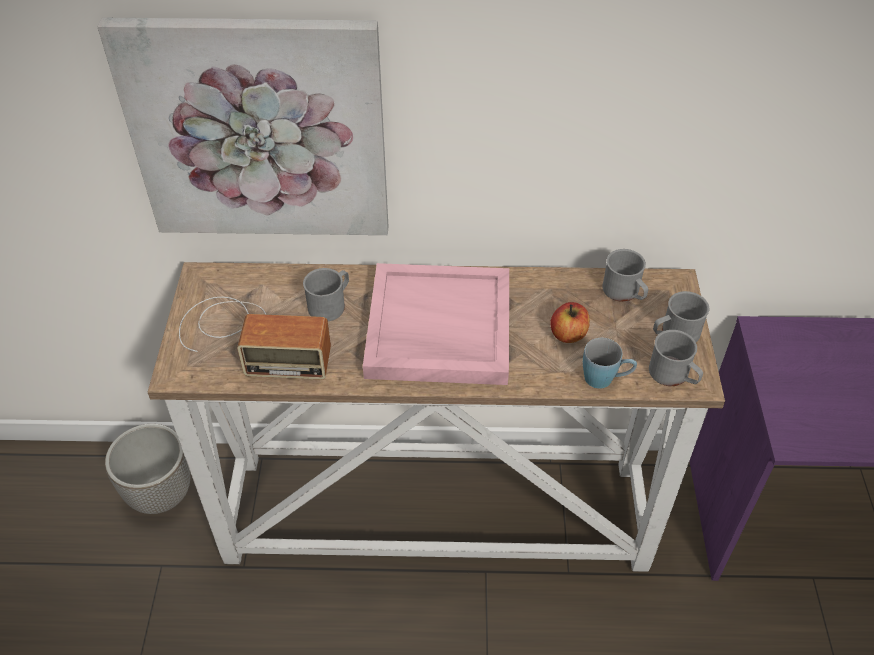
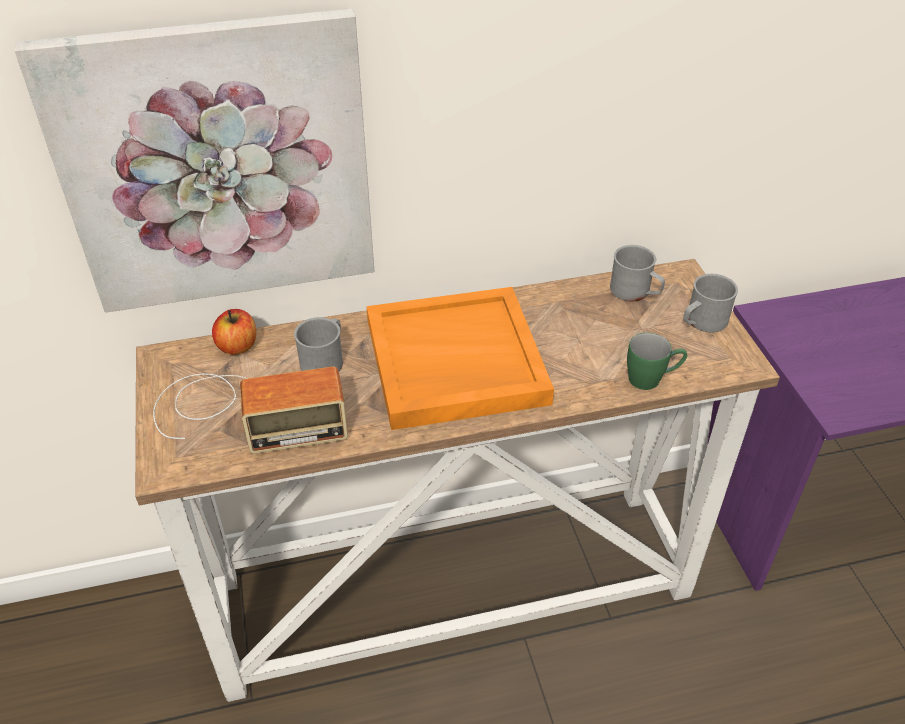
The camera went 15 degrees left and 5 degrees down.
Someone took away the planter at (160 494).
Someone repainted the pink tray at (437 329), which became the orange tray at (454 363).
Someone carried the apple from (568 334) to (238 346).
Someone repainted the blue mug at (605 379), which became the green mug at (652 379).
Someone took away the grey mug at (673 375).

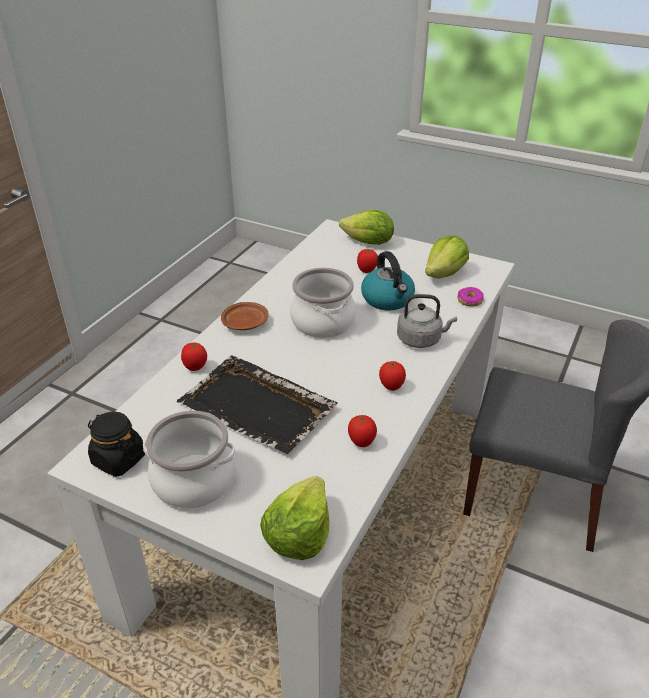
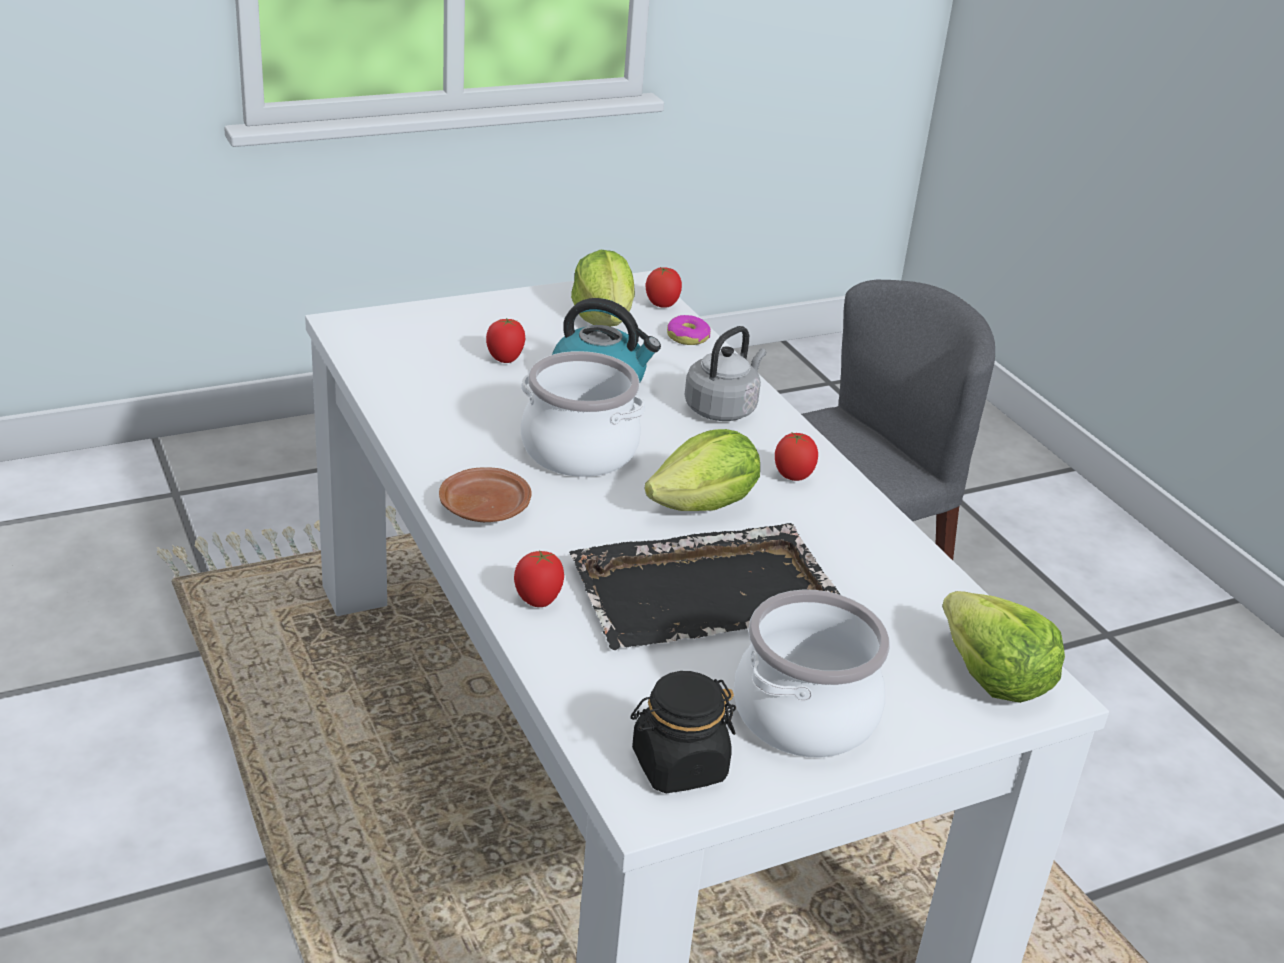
The camera went 55 degrees left and 5 degrees down.
Someone carried the lettuce from (368 243) to (705 506).
Someone carried the tomato from (362 442) to (661 305).

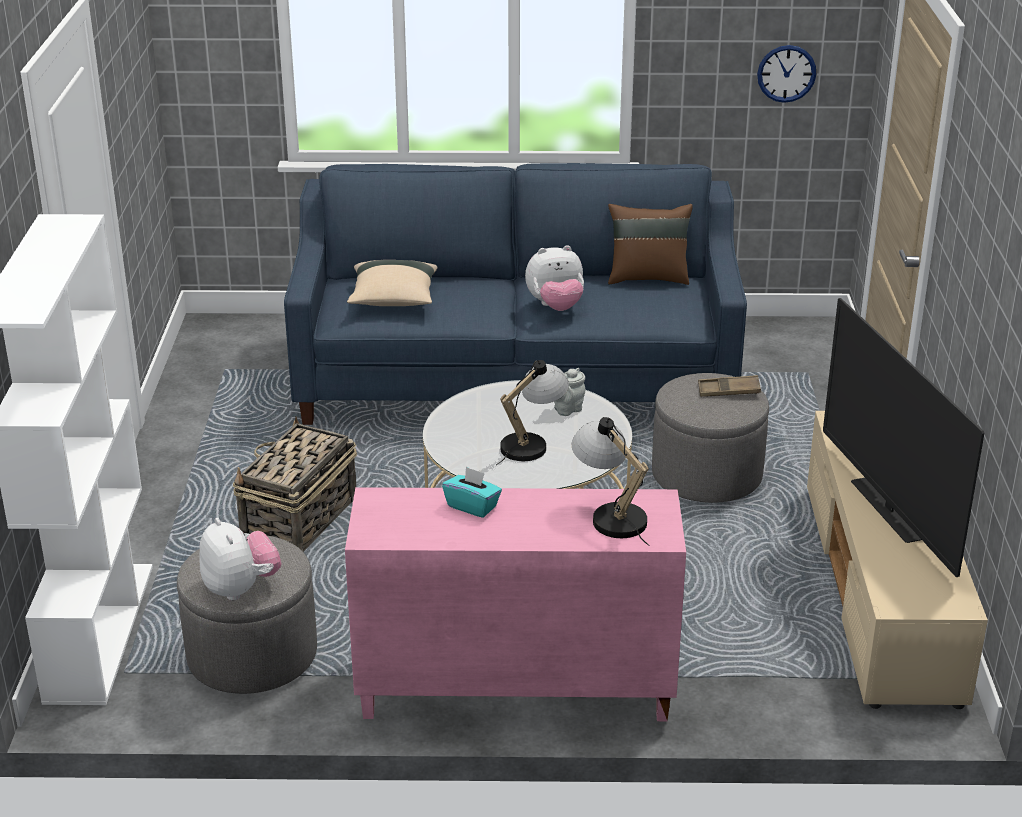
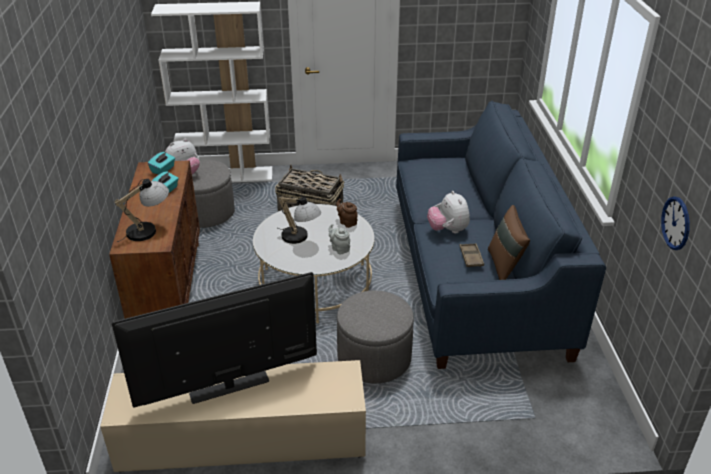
The camera went 85 degrees right and 5 degrees up.
Someone repainted the pink cabinet at (513 691), which became the brown cabinet at (168 288).
Someone took away the beige pillow at (393 300).
Someone carried the brown tray from (728 391) to (471 257).
Someone put down the turquoise tissue box at (163 170).
Someone put down the brown teapot at (347 222).

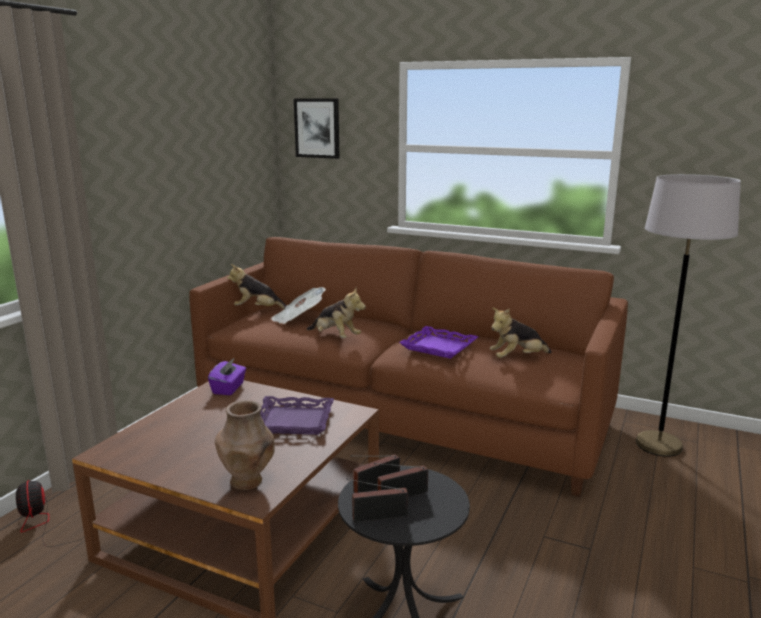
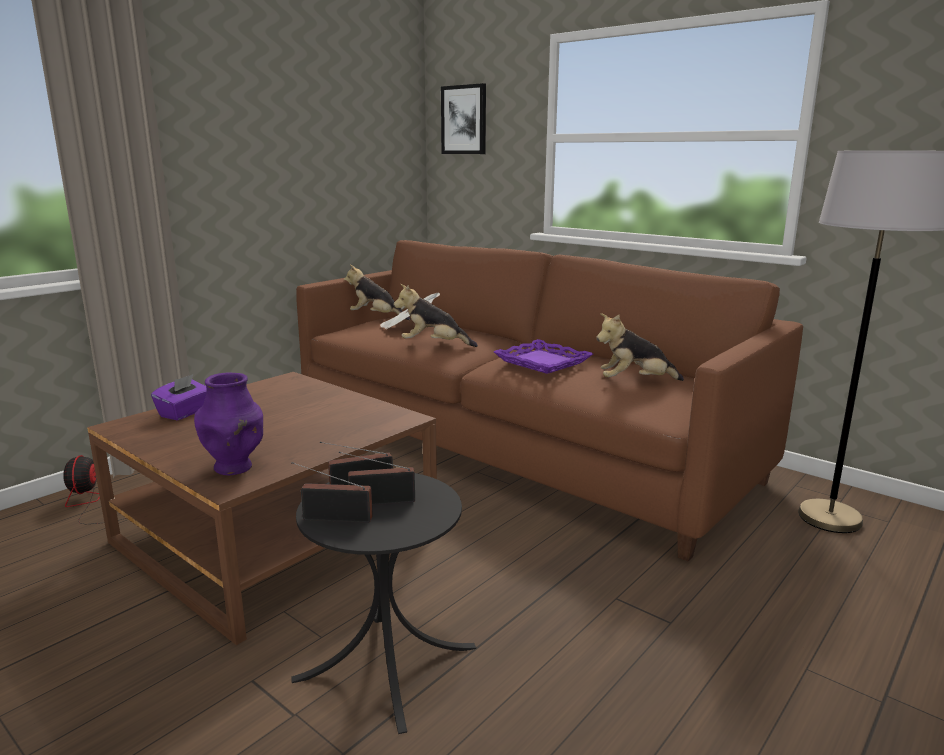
The camera went 15 degrees right and 0 degrees up.
Someone carried the purple tissue box from (229 388) to (185 413).
Someone repainted the brown vase at (247 481), which became the purple vase at (234 467).
Someone took away the purple tray at (293 421).
Someone rotated the plush toy at (335 337) by 135 degrees clockwise.

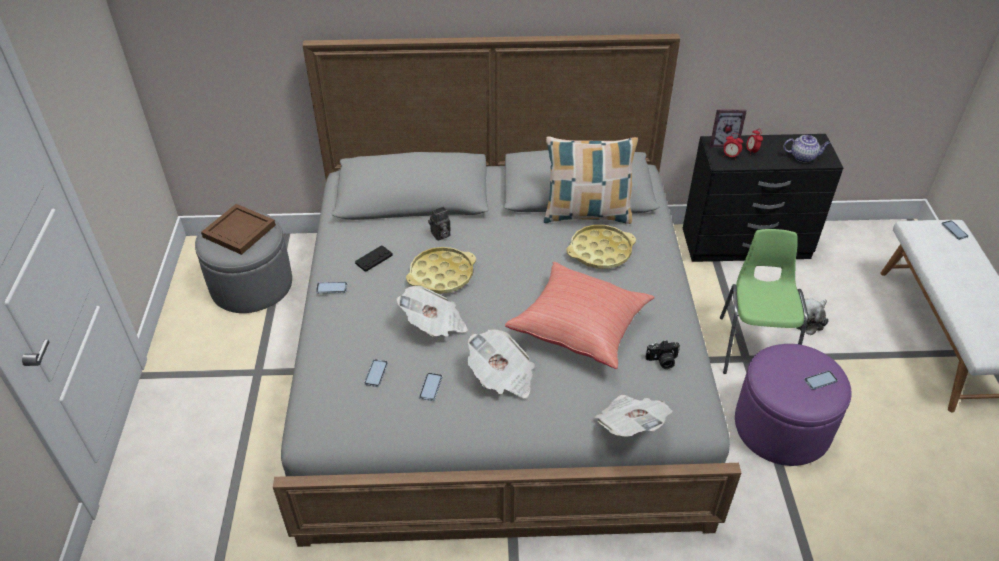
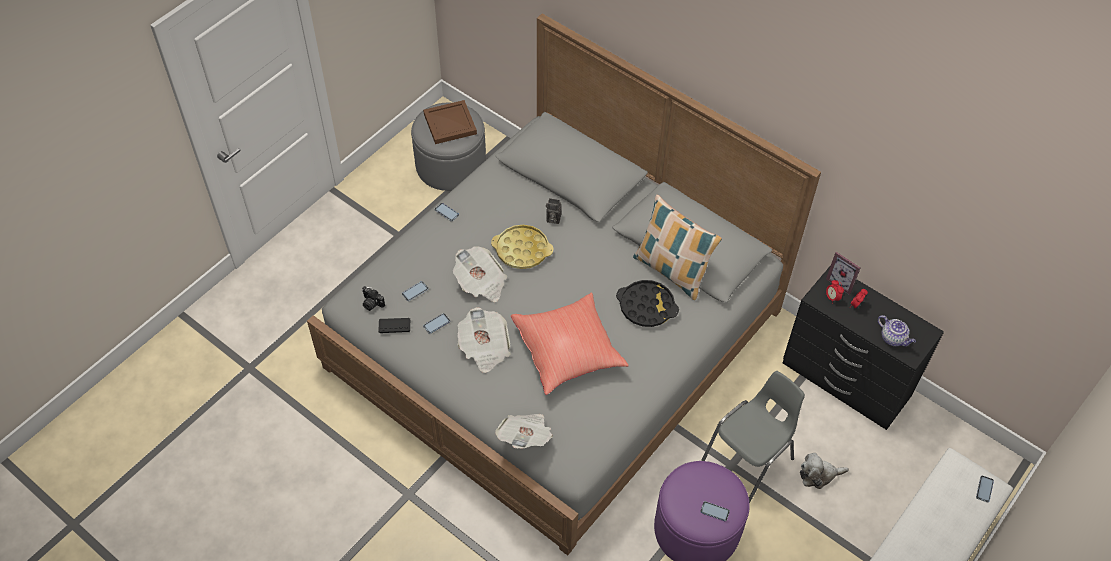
The camera went 40 degrees right and 10 degrees up.
Someone carried the black game controller from (374 259) to (394 326).
Someone repainted the yellow tray at (600 251), which became the black tray at (646 306).
Someone carried the photo camera from (662 361) to (371 303).
Someone repainted the green chair at (754 346), which became the grey chair at (749 461).

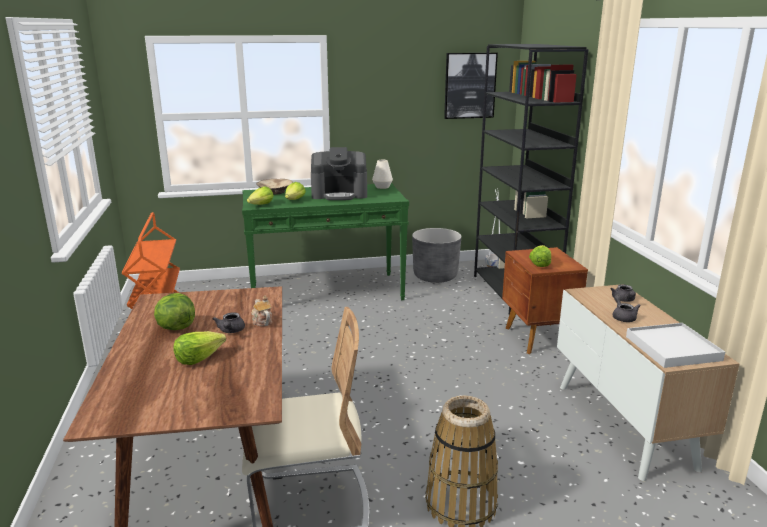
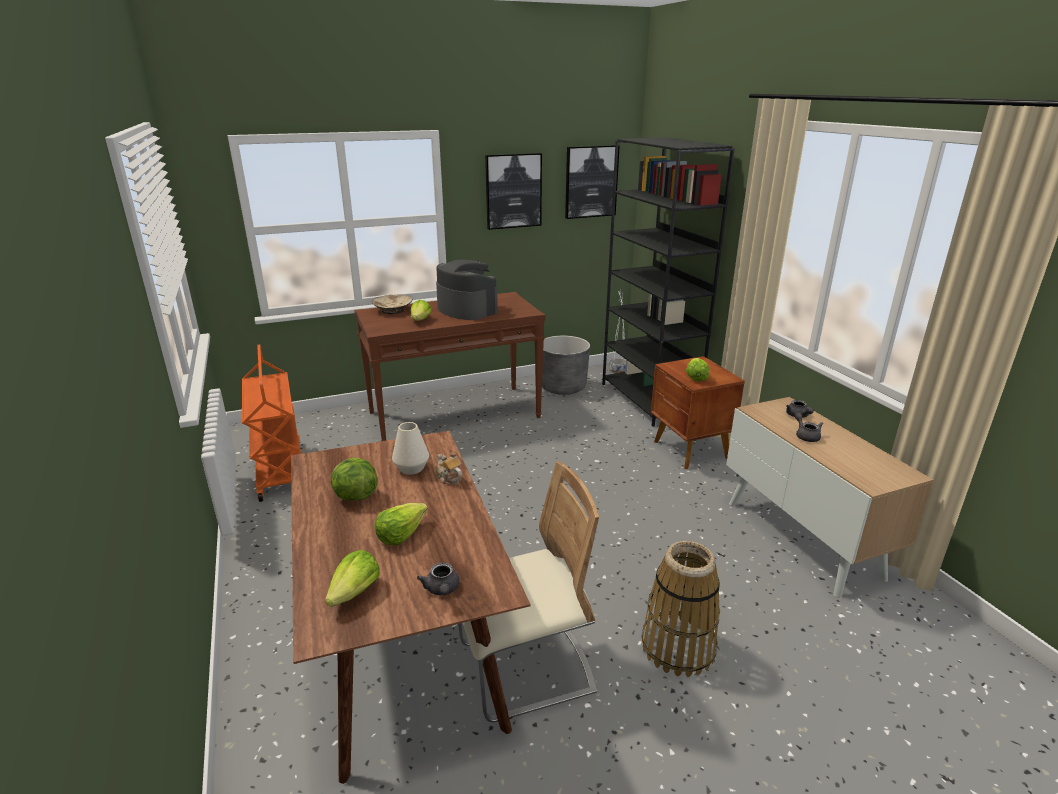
The camera went 10 degrees left and 5 degrees up.
Someone carried the grey teapot from (230 331) to (442 590).
Someone repainted the green console table at (327 292), which became the brown console table at (455 414).
Someone carried the lettuce from (261 205) to (355 592).
Someone rotated the coffee machine at (339 194) by 120 degrees counterclockwise.
Someone carried the white vase from (382 187) to (411 468).
Someone took away the white tray at (672 348).
Someone put up the picture at (513 191).

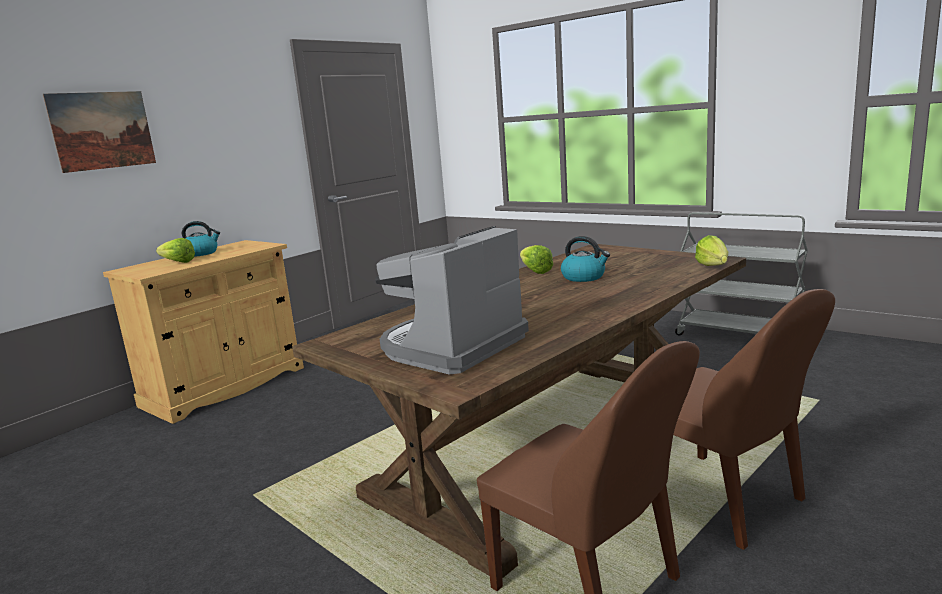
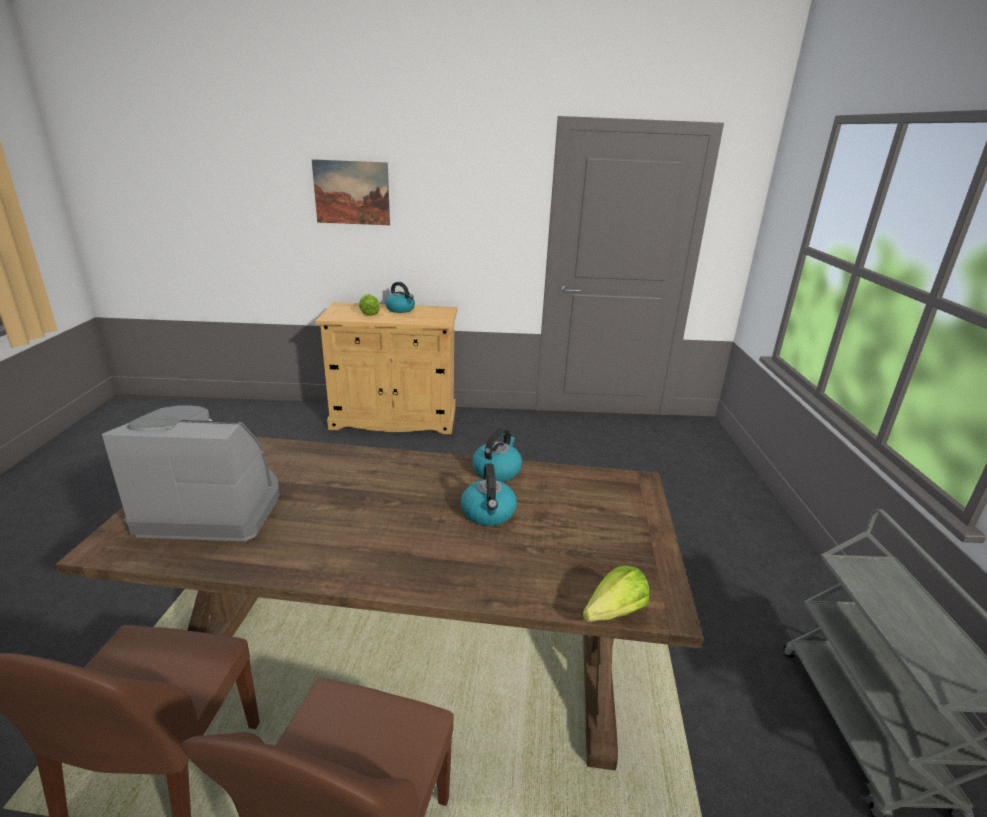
The camera went 50 degrees right and 10 degrees up.
Someone swapped the lettuce at (534 270) for the kettle at (497 470).

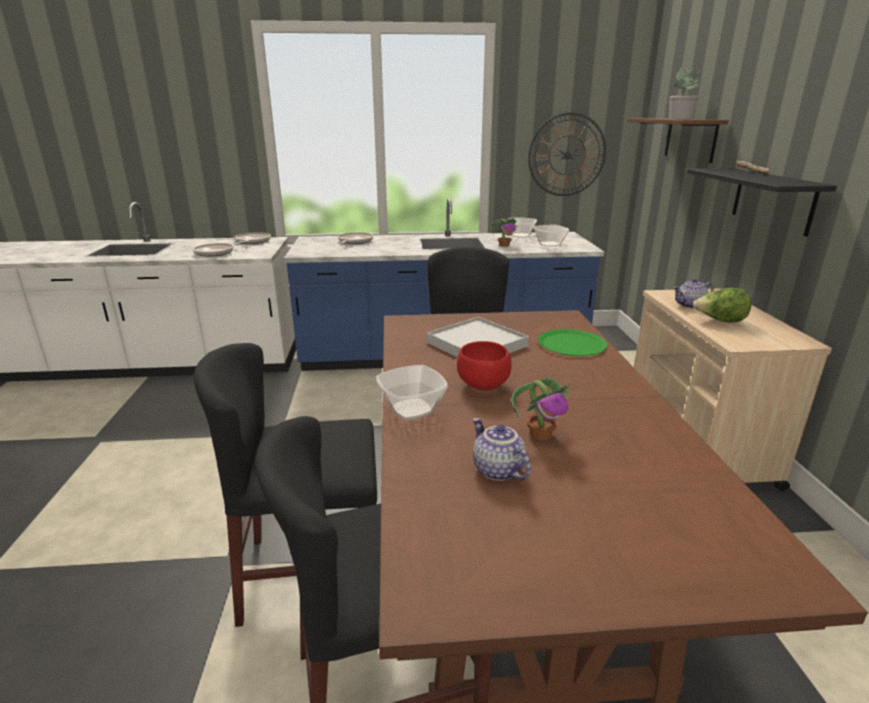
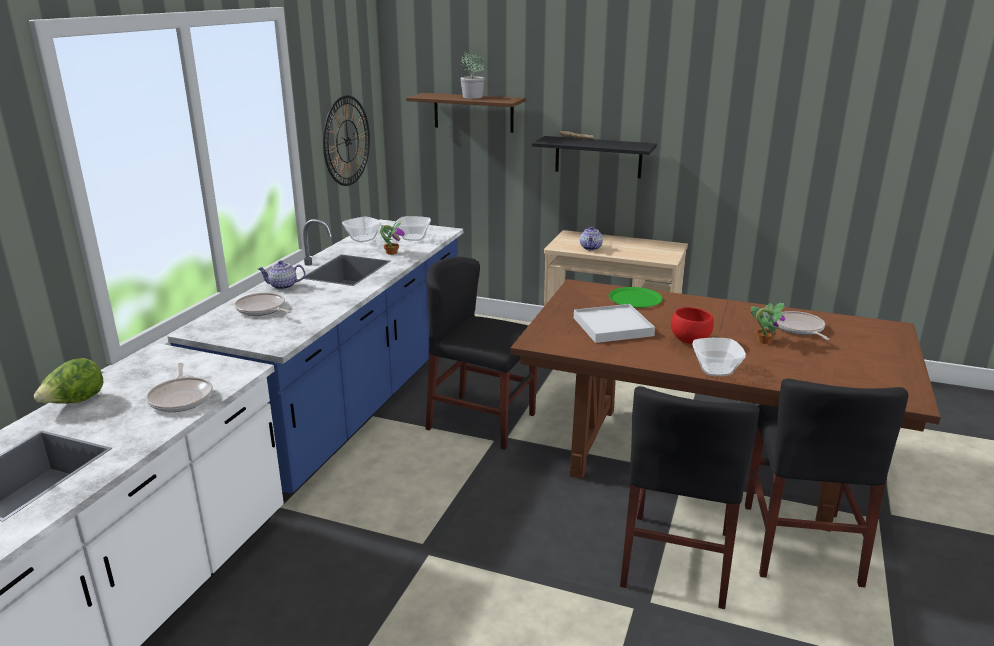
The camera went 65 degrees left and 0 degrees up.
Someone carried the frying pan from (250 241) to (799 328).
Someone carried the teapot from (496 470) to (283 286).
Someone carried the lettuce from (719 321) to (75 402).

